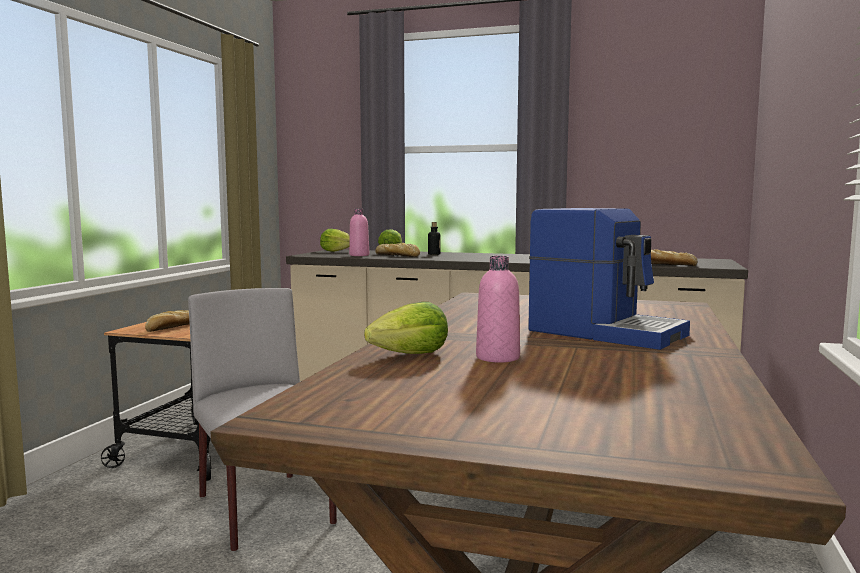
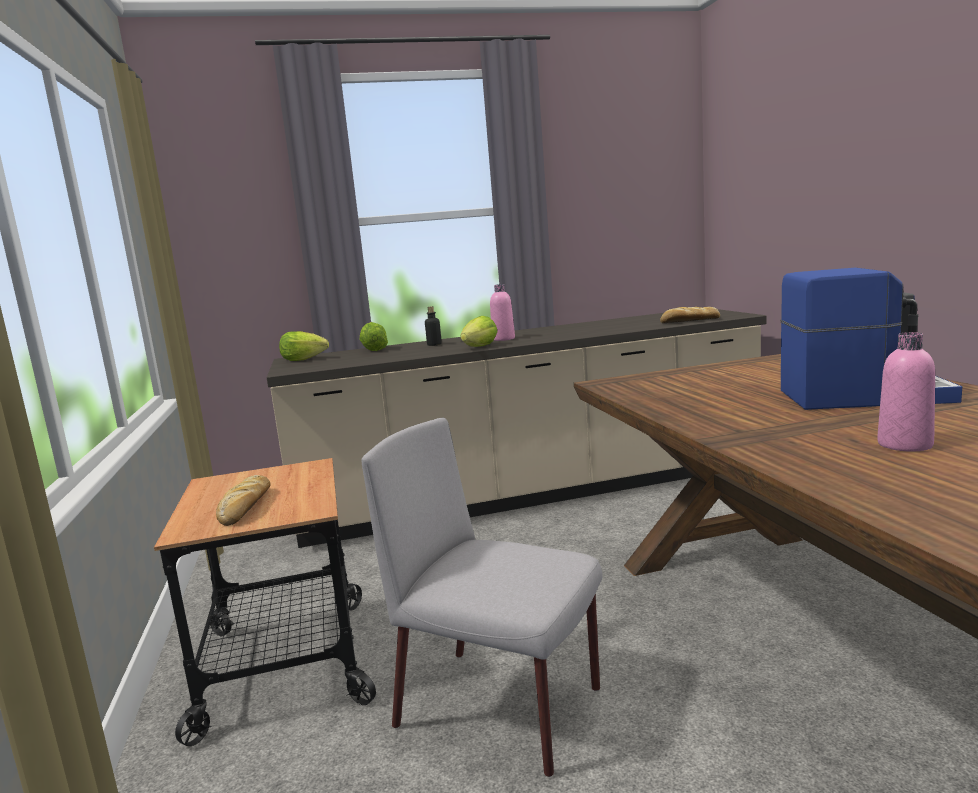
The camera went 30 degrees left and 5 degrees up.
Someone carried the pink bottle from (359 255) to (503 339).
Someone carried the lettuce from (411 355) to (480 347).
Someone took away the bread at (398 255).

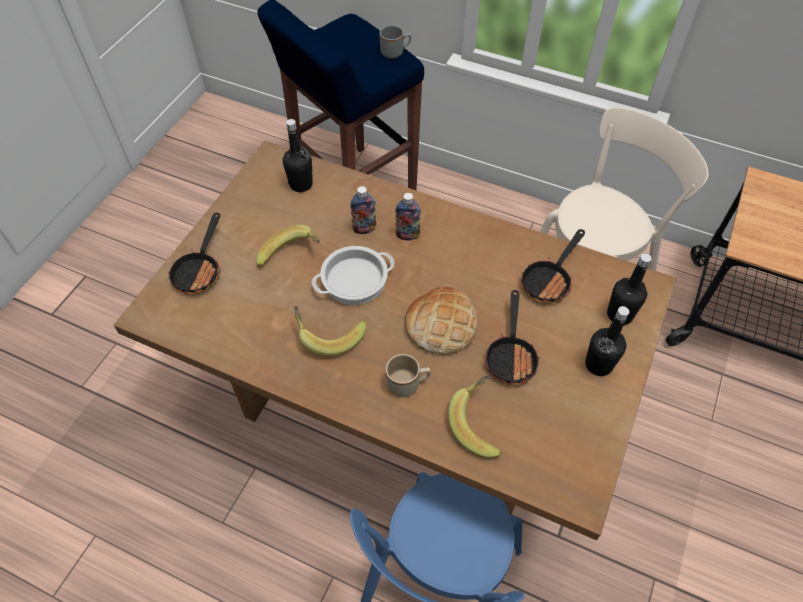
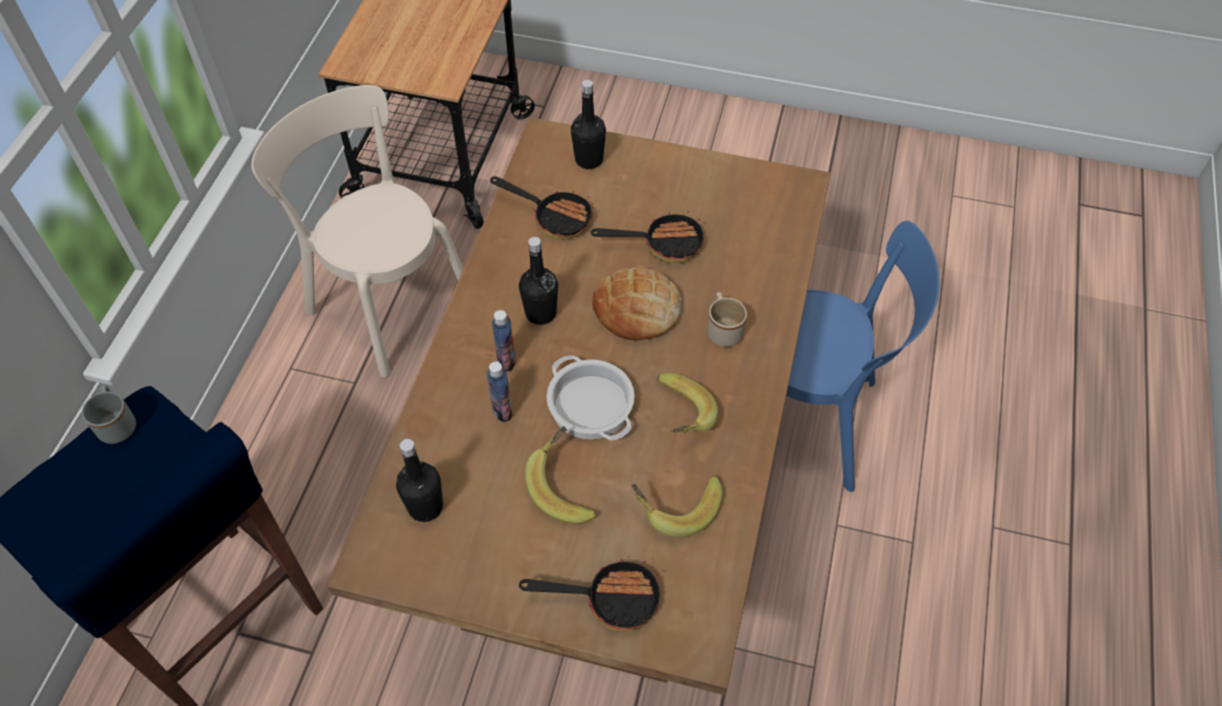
The camera went 100 degrees left and 0 degrees up.
Someone carried the banana from (480 423) to (675 506).
Someone carried the black bottle from (598 365) to (540 313).

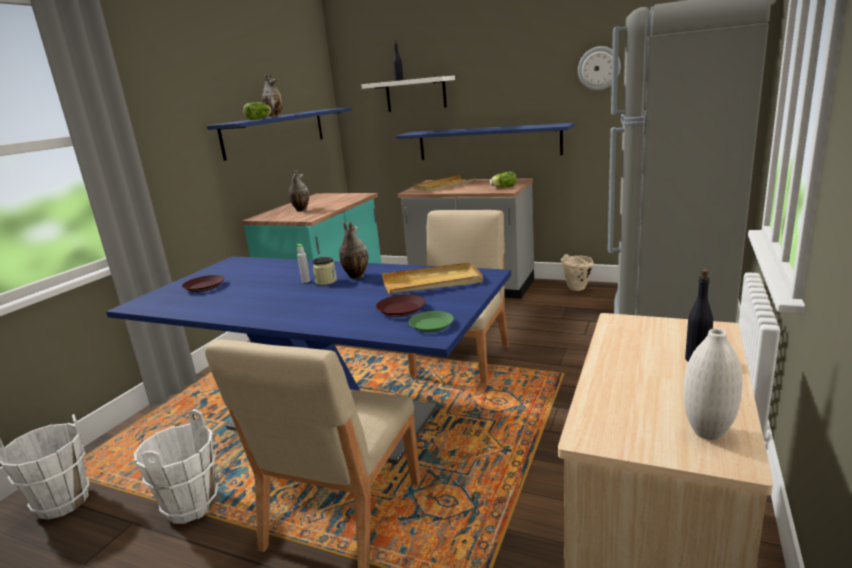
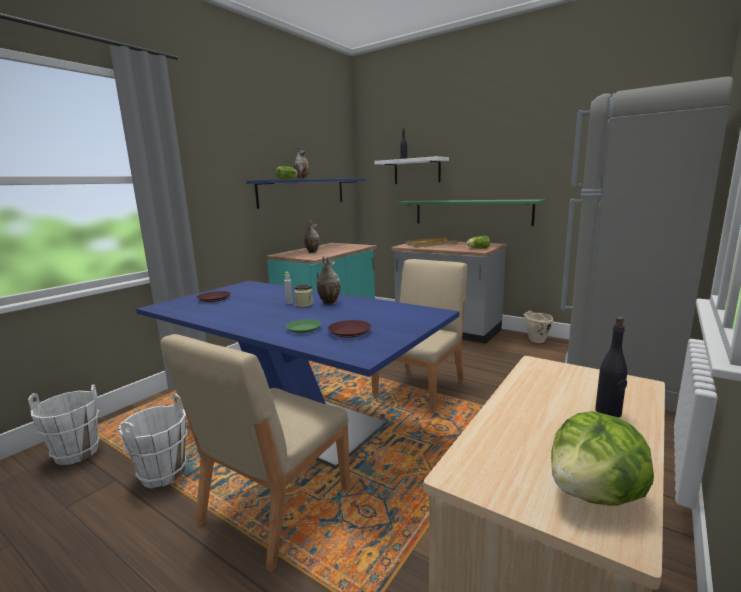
The camera went 10 degrees right and 5 degrees down.
Someone took away the beige tray at (432 282).
Someone repainted the blue shelf at (488 142), which became the green shelf at (471 212).
Someone carried the green plate from (431 325) to (303 329).
Someone took away the wall clock at (599 68).
Someone swapped the white vase at (707 433) for the lettuce at (595 494).

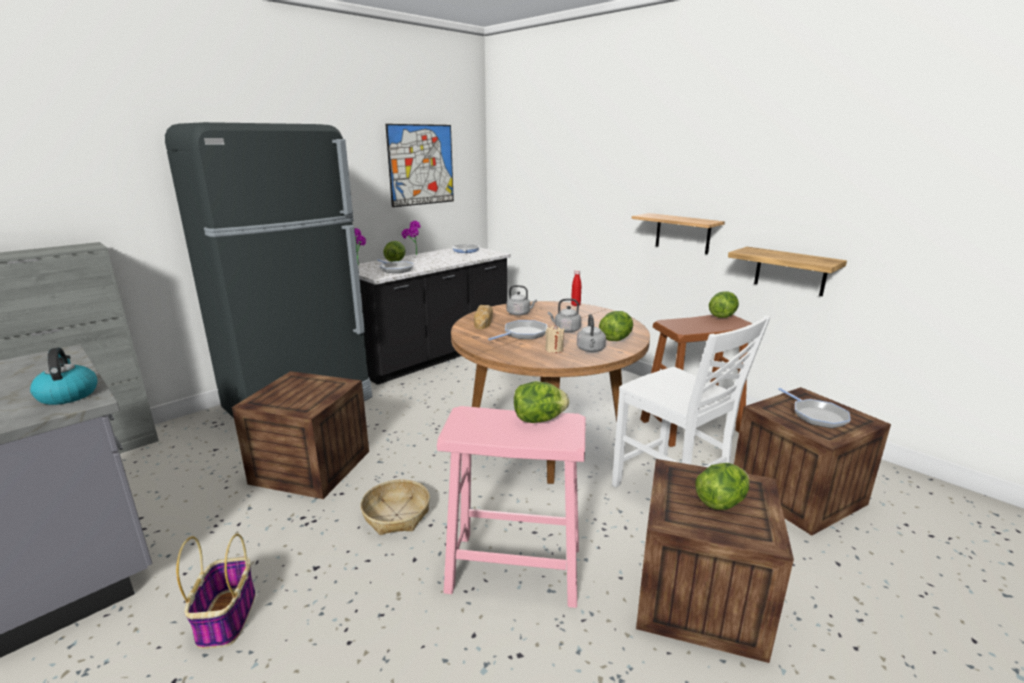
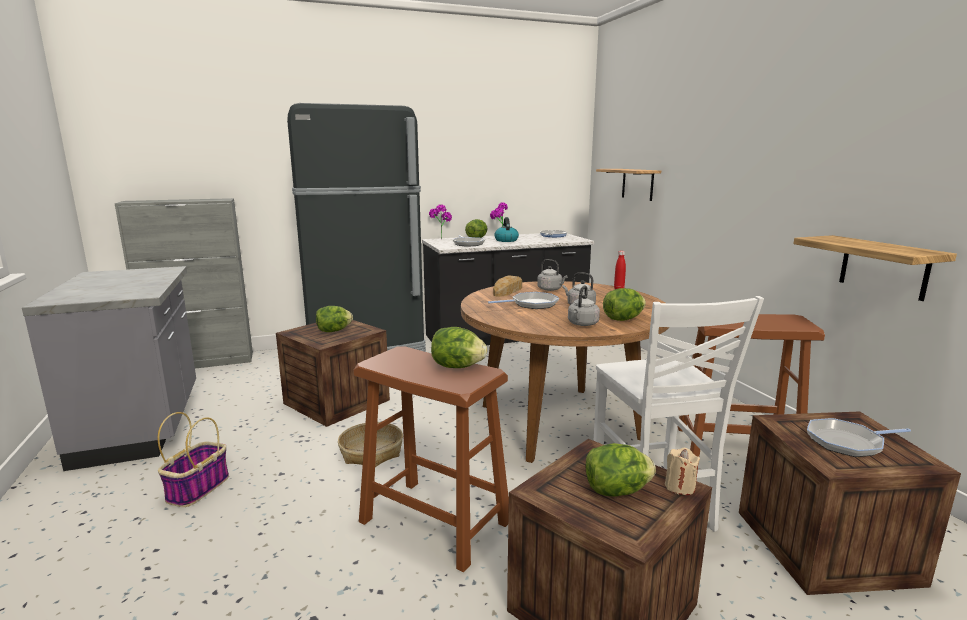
The camera went 25 degrees right and 5 degrees down.
Someone carried the kettle from (68 395) to (506 240).
Someone took away the picture at (421 165).
Someone repainted the pink stool at (515 568), which became the brown stool at (435 522).
Someone carried the beige candle from (554 350) to (680 487).
Someone carried the shelf from (682 233) to (637 184).
Someone carried the lettuce from (722 316) to (334 331).
Someone rotated the frying pan at (816 415) by 75 degrees clockwise.

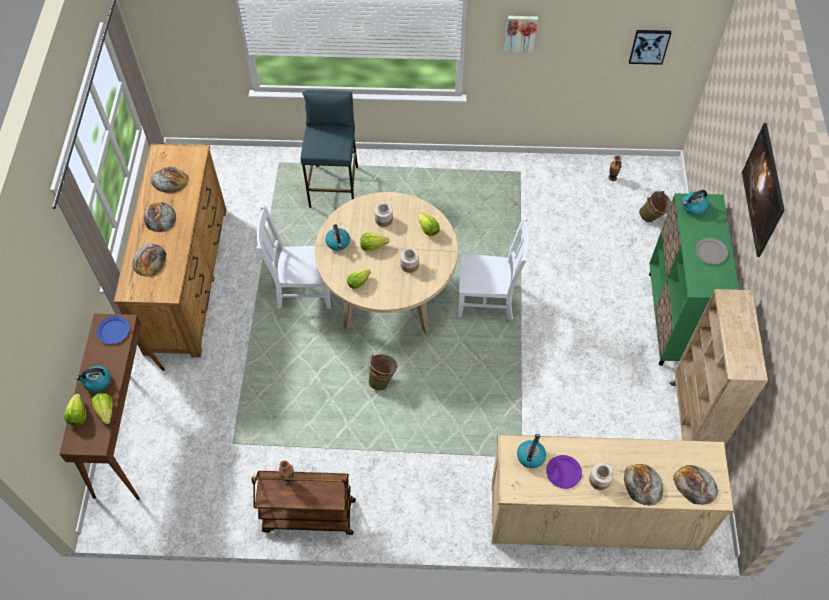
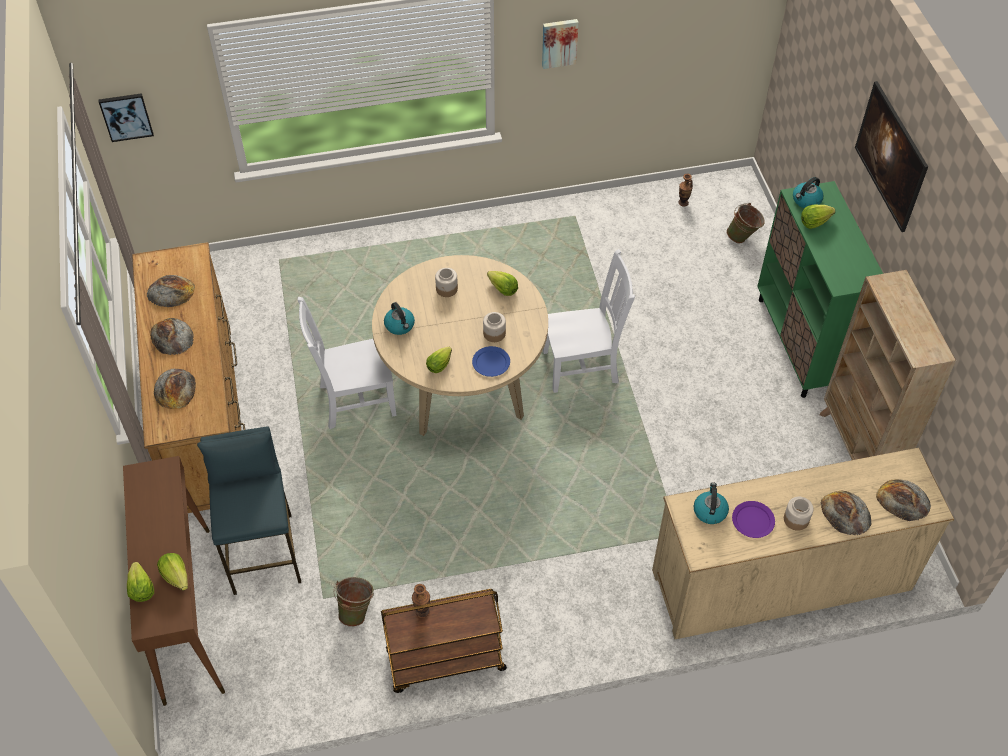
The camera went 15 degrees left and 5 degrees down.
Someone took away the kettle at (97 382).
Someone carried the blue plate from (113 331) to (491 363).
Someone carried the blue stool from (335 187) to (264 553).
Someone carried the lettuce from (373 246) to (814 222).
Someone carried the green bucket from (383 379) to (357 611).
Someone carried the picture from (649 46) to (126 116).
Someone took away the grey plate at (711 252).

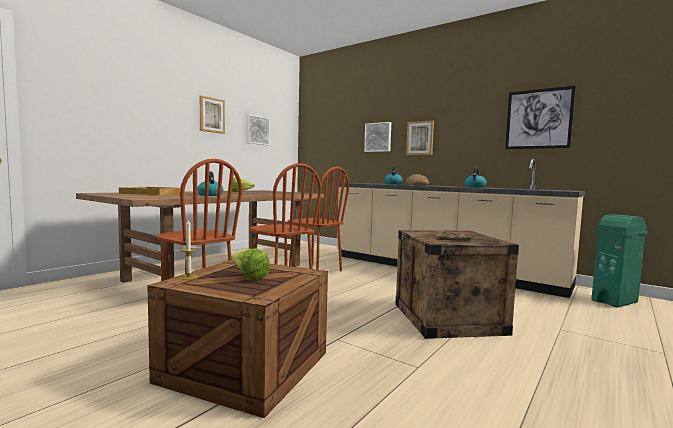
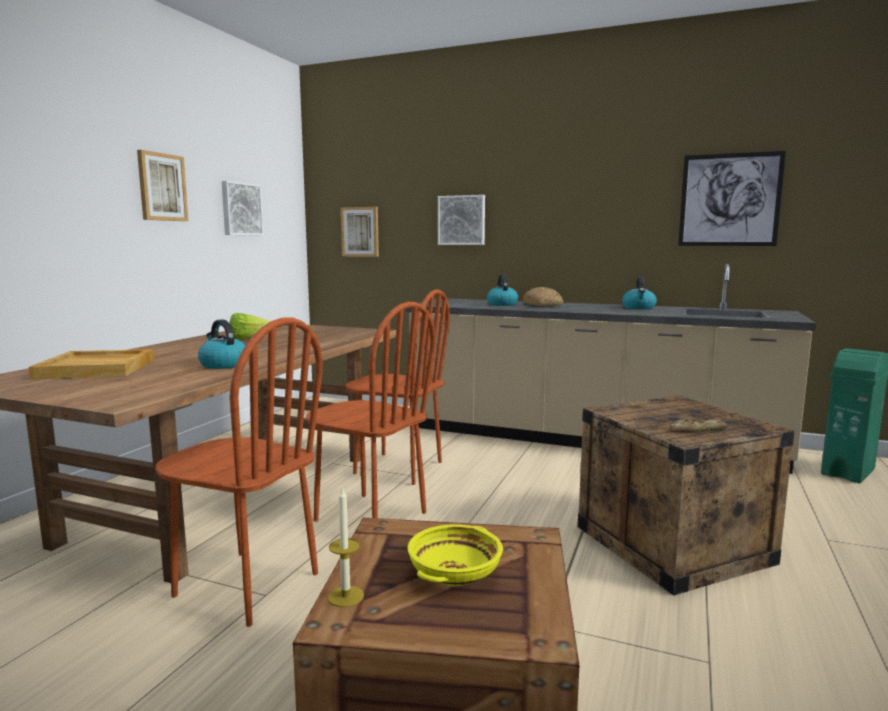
The camera went 15 degrees left and 5 degrees up.
Someone swapped the lettuce at (249 277) for the yellow bowl at (455 574).
Someone carried the picture from (420 138) to (360 232).

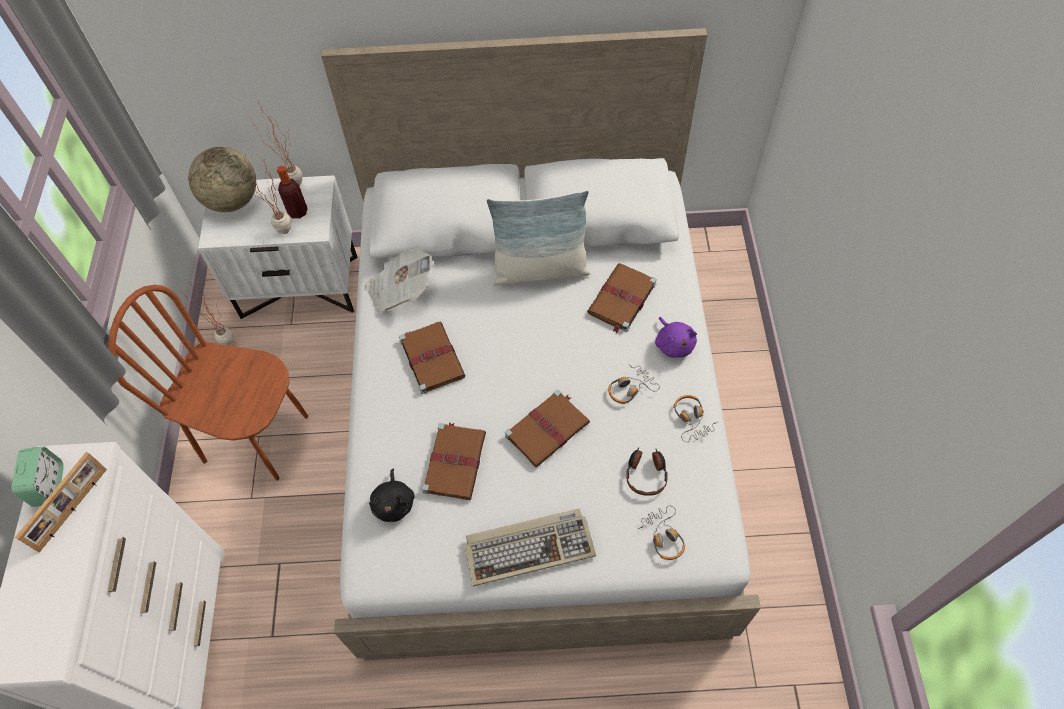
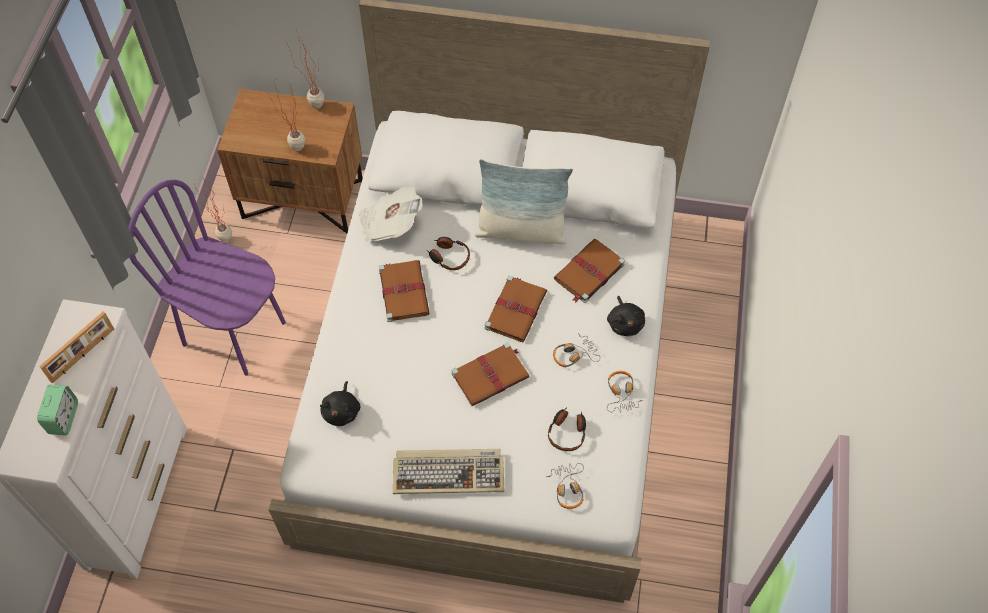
The camera went 10 degrees right and 0 degrees up.
Someone carried the alarm clock from (49 485) to (63 418).
Someone repainted the brown chair at (256 437), which became the purple chair at (235 332).
Someone took away the globe at (232 201).
Someone repainted the white nightstand at (300 285), which became the brown nightstand at (303 198).
Someone took away the bottle at (298 212).
Someone carried the brown book from (455 461) to (516 309).
Someone repainted the purple plush toy at (674 344), which became the black plush toy at (625 323).
Someone put down the headphones at (449 257).

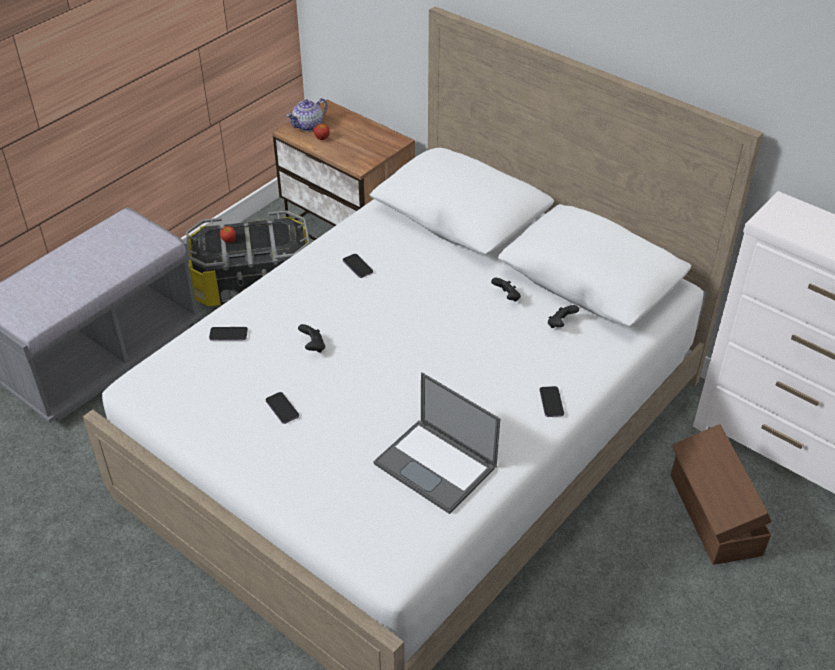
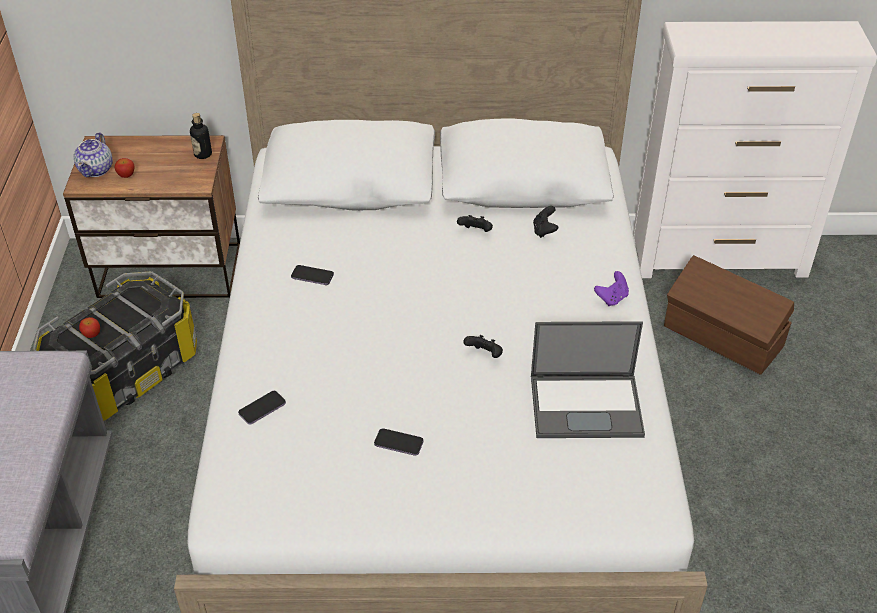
The camera went 40 degrees left and 0 degrees up.
Someone carried the black game controller from (313 346) to (484 355).
Someone swapped the phone at (551 402) for the purple game controller at (612 298).
Someone put down the bottle at (203 154).

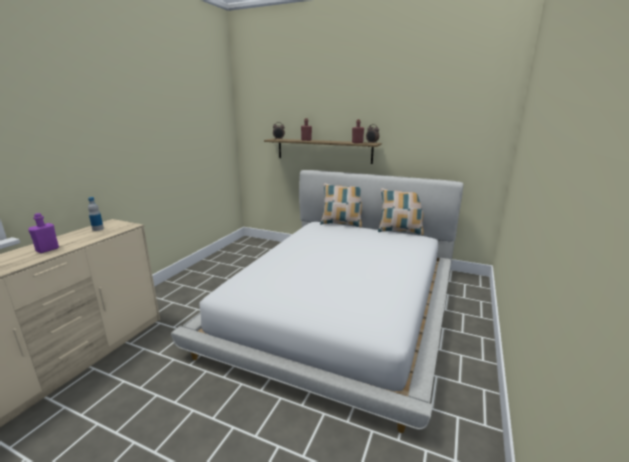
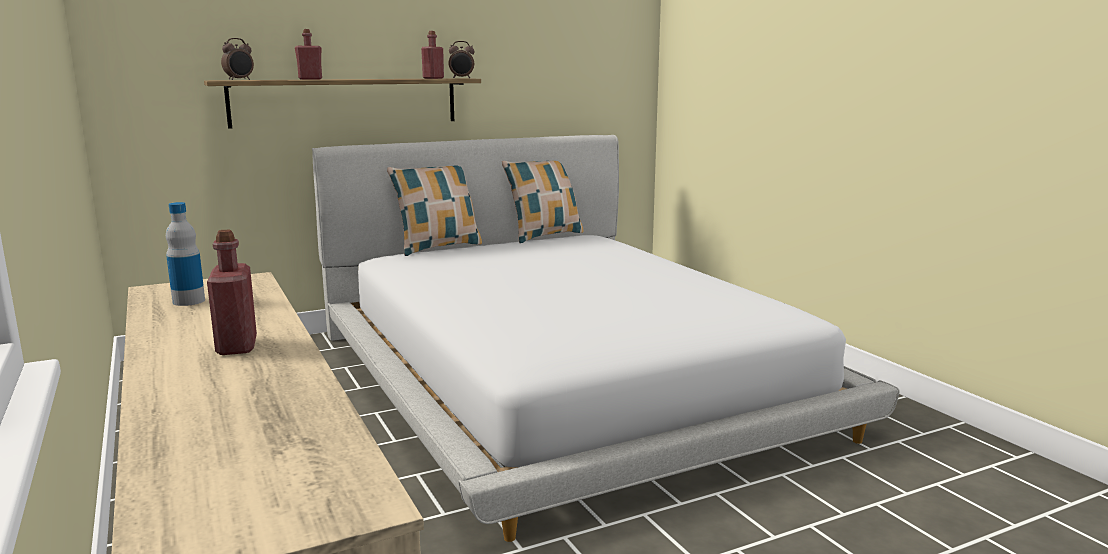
The camera went 50 degrees left and 5 degrees down.
Someone repainted the purple bottle at (47 249), which became the red bottle at (237 346).

